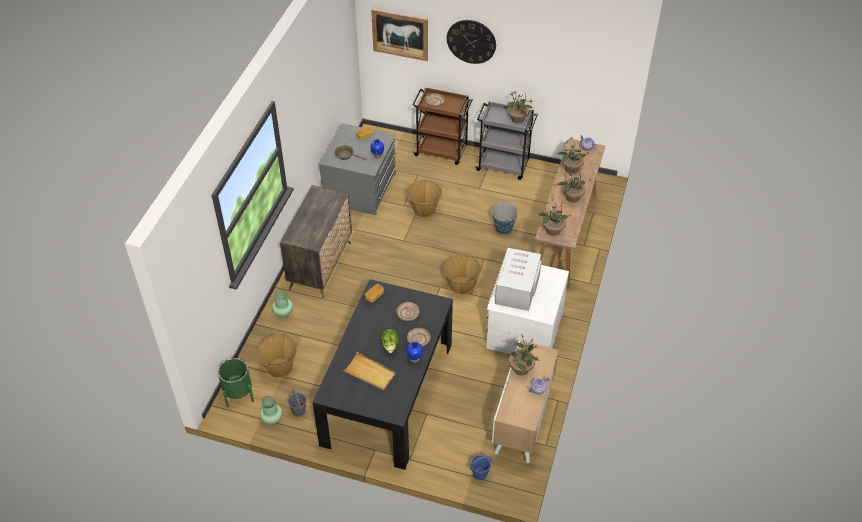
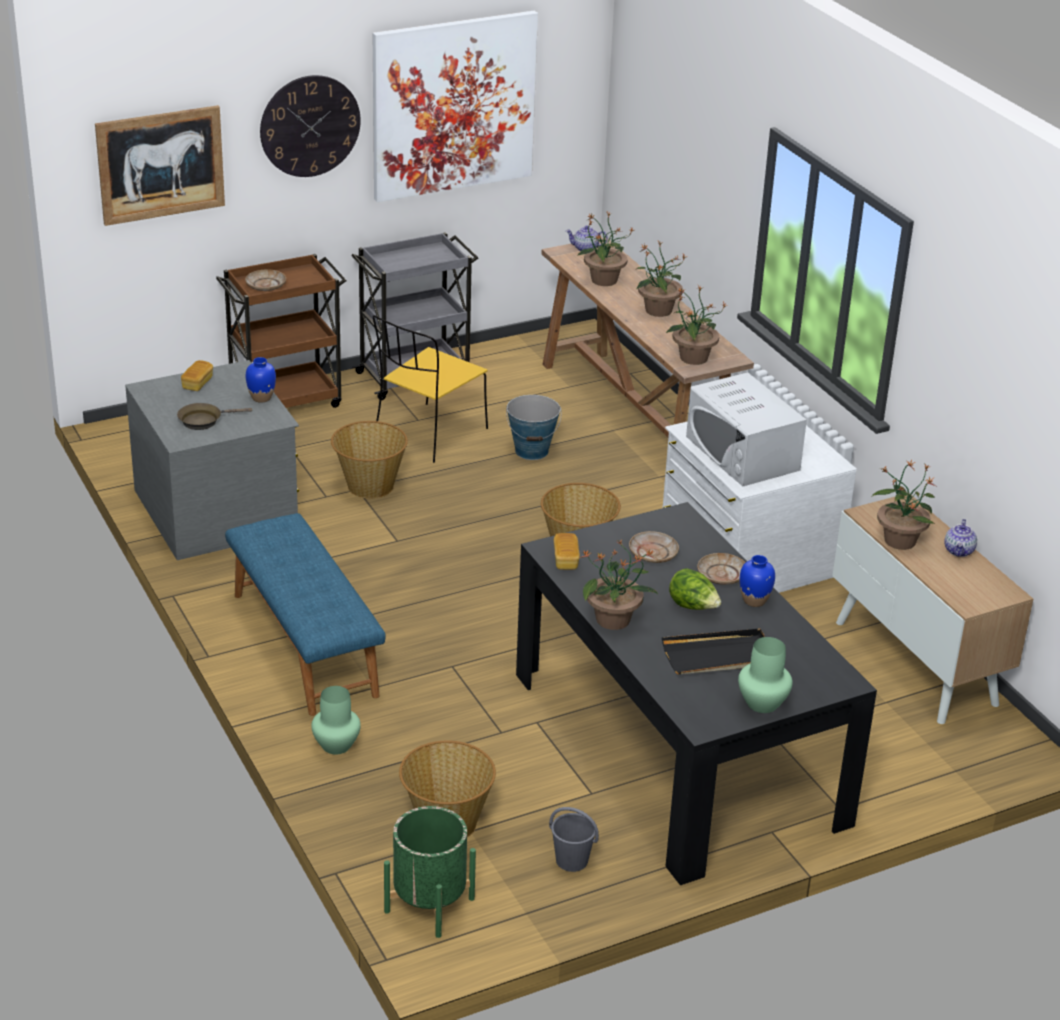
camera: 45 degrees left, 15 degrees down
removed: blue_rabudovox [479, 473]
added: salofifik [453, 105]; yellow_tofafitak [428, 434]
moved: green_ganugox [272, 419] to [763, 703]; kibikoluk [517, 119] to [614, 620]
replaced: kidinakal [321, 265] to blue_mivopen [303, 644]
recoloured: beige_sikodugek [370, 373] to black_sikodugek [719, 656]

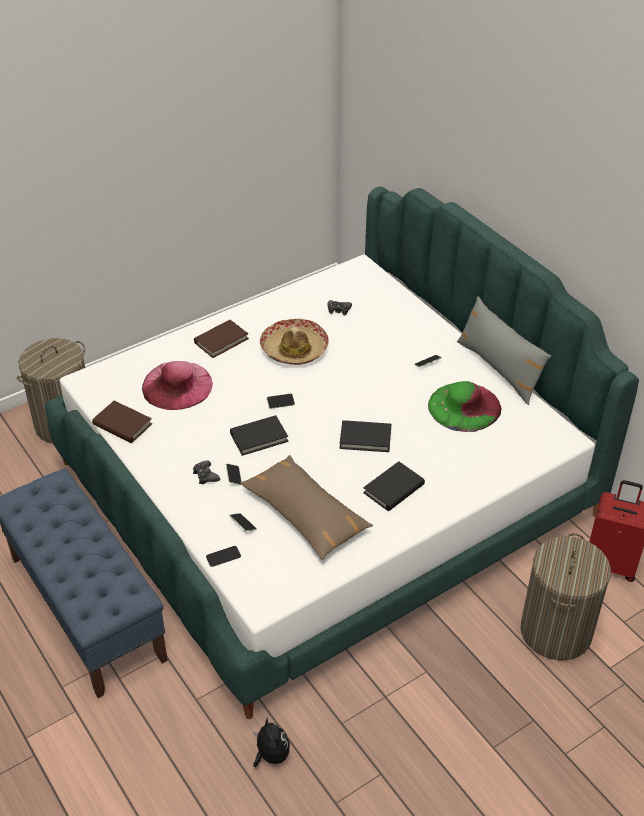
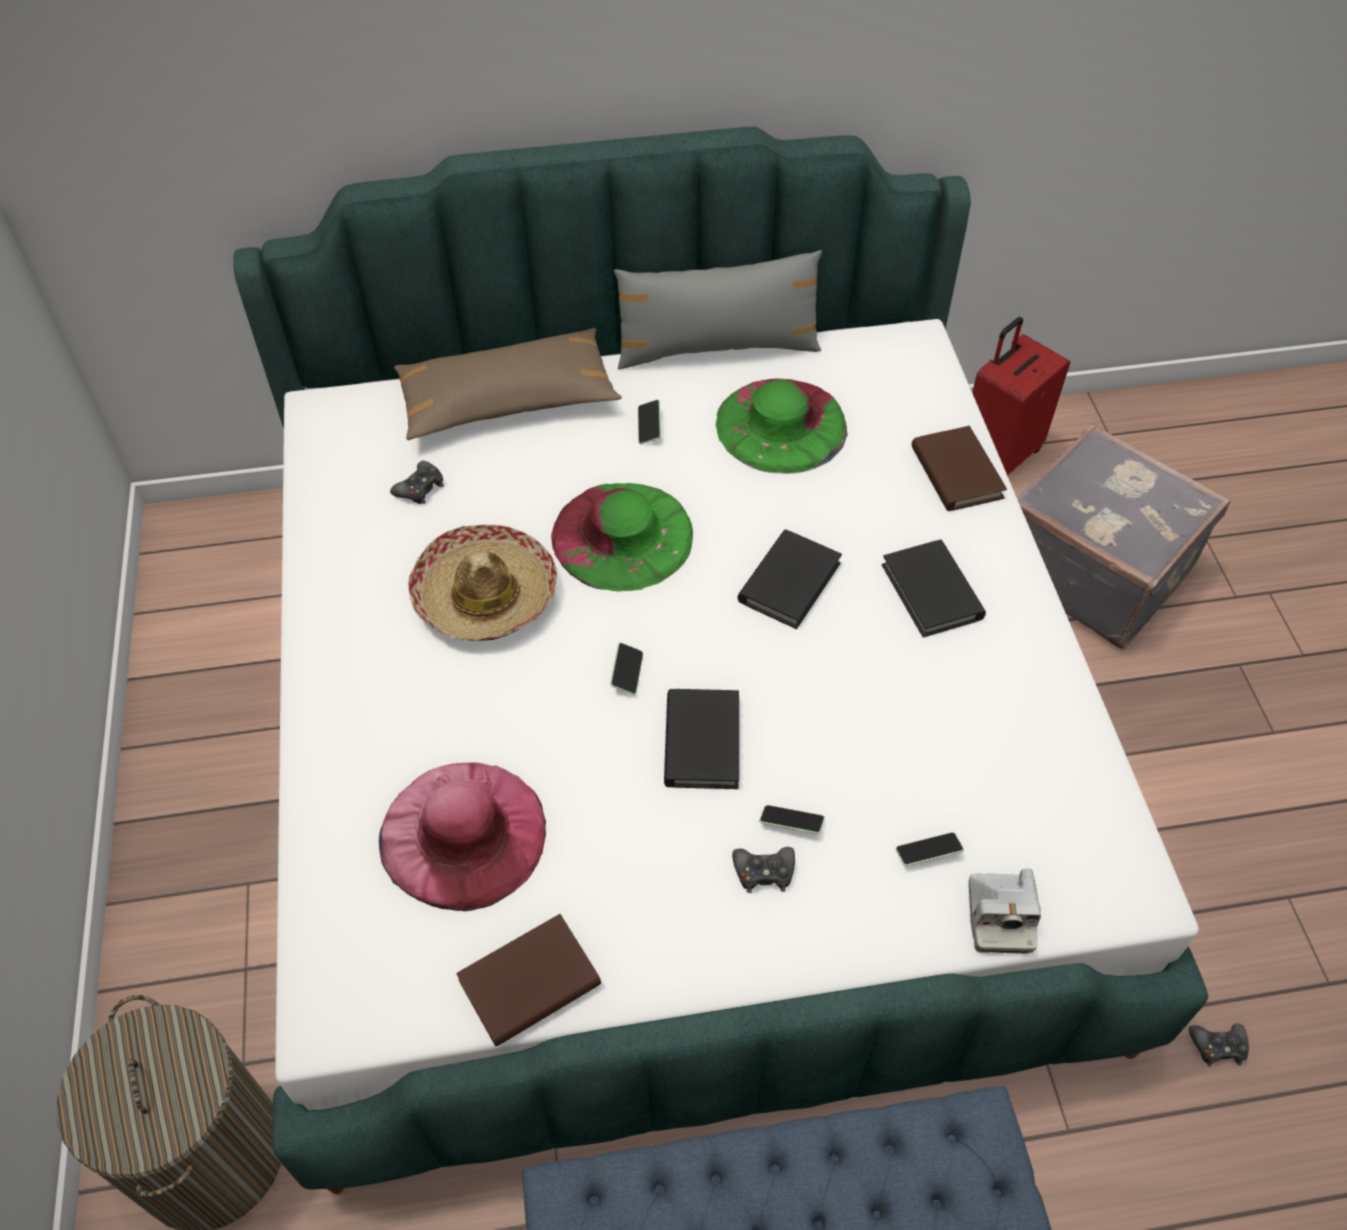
camera: 65 degrees left, 10 degrees up
added: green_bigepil [622, 535]
moved: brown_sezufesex [221, 341] to [956, 473]; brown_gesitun [305, 514] to [507, 400]
replaced: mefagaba [223, 557] to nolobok [999, 916]; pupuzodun [271, 755] to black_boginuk [1218, 1046]; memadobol [556, 631] to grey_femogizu [1093, 569]

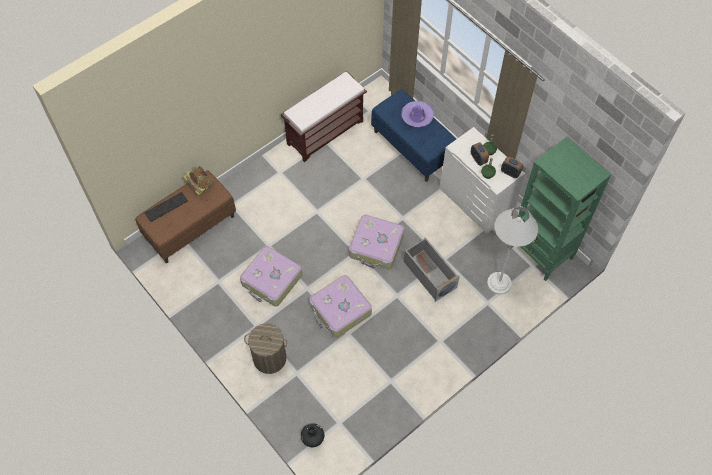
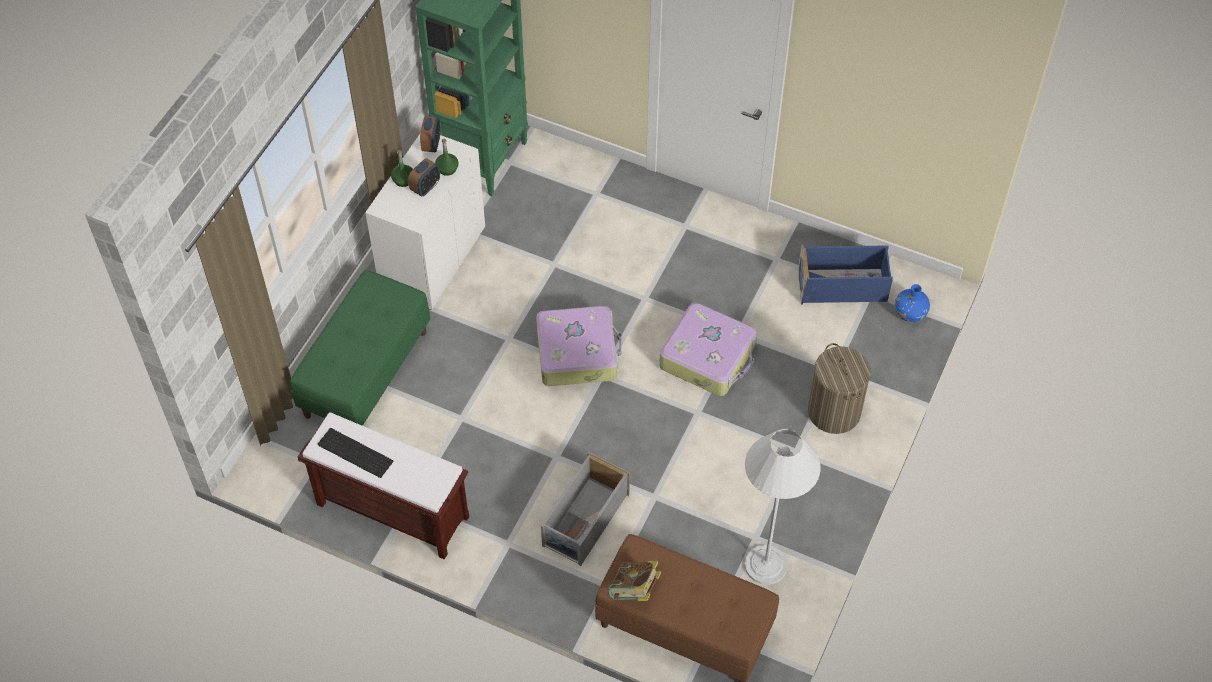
camera: 115 degrees left, 5 degrees down
removed: femogizu [272, 280]; purple_bigepil [417, 116]
added: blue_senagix [843, 286]
moved: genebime [166, 206] to [353, 453]; grey_senagix [429, 274] to [585, 520]; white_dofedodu [499, 283] to [765, 565]
recoloured: black_ganugox [312, 438] to blue_ganugox [910, 313]; blue_mivopen [413, 147] to green_mivopen [366, 373]

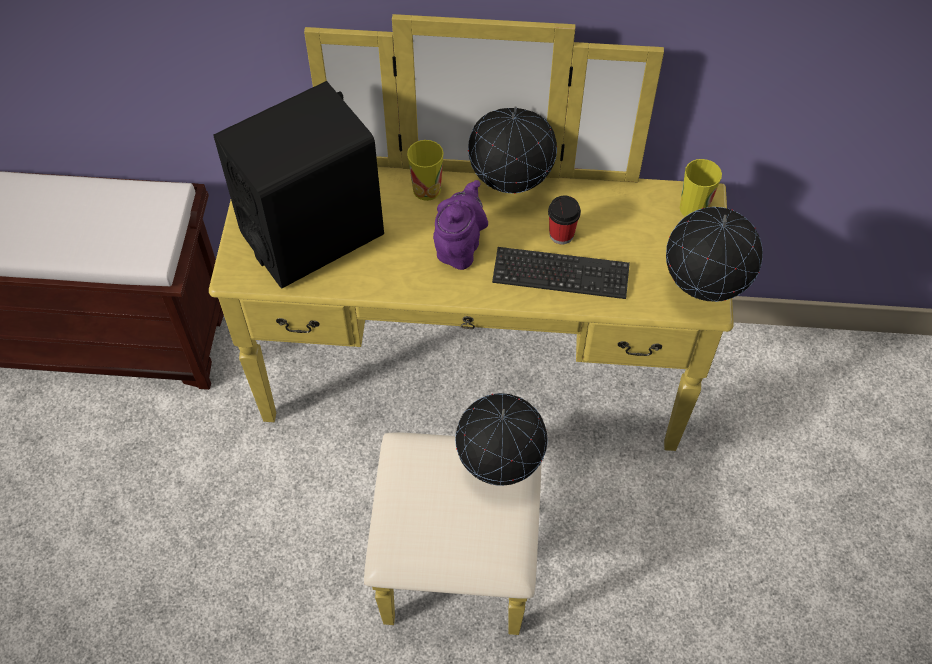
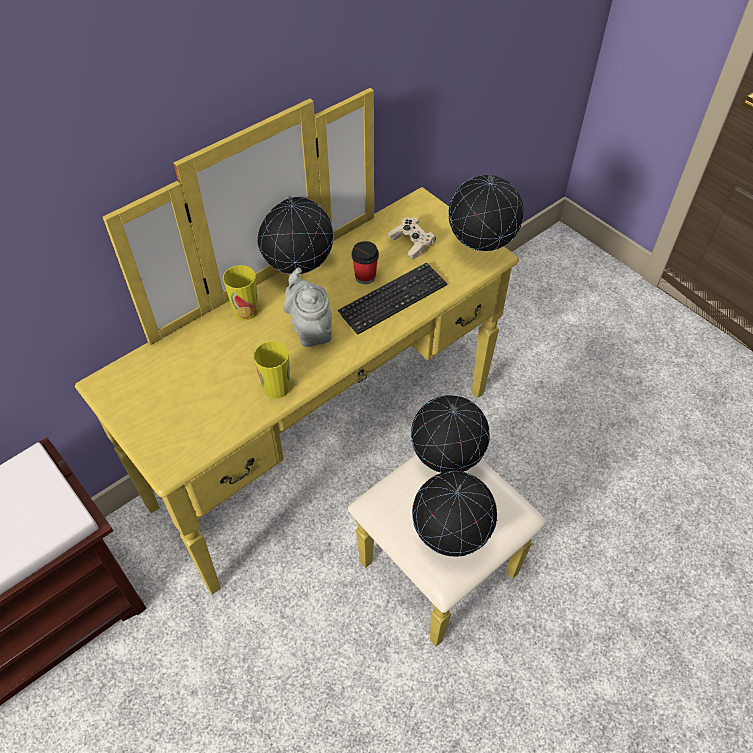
camera: 45 degrees left, 5 degrees down
removed: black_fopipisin [313, 234]
added: beige_boginuk [412, 243]; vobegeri [450, 537]
moved: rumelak [693, 208] to [276, 387]
recoloured: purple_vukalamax [459, 247] to grey_vukalamax [310, 329]

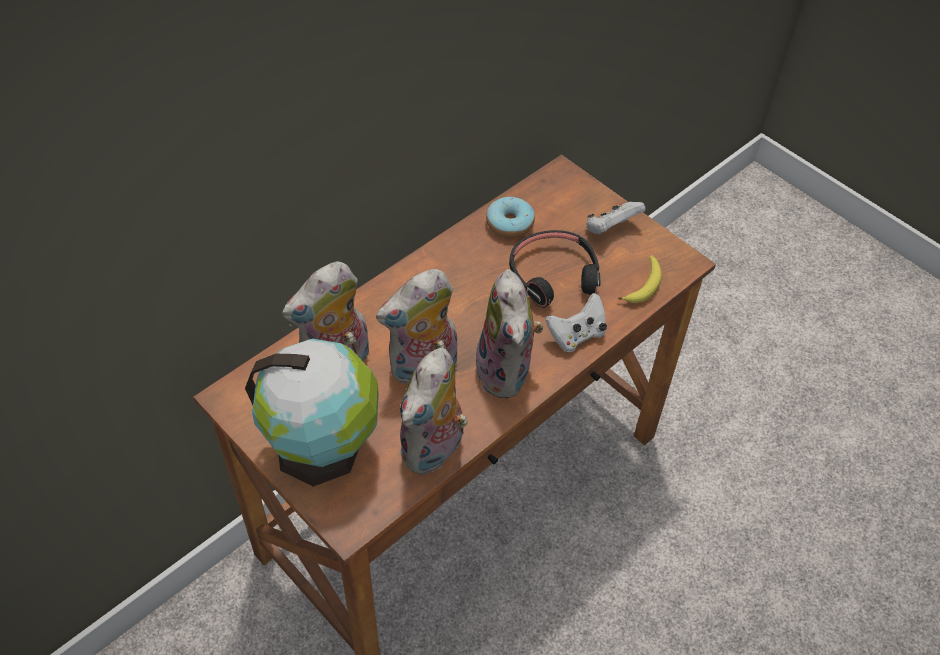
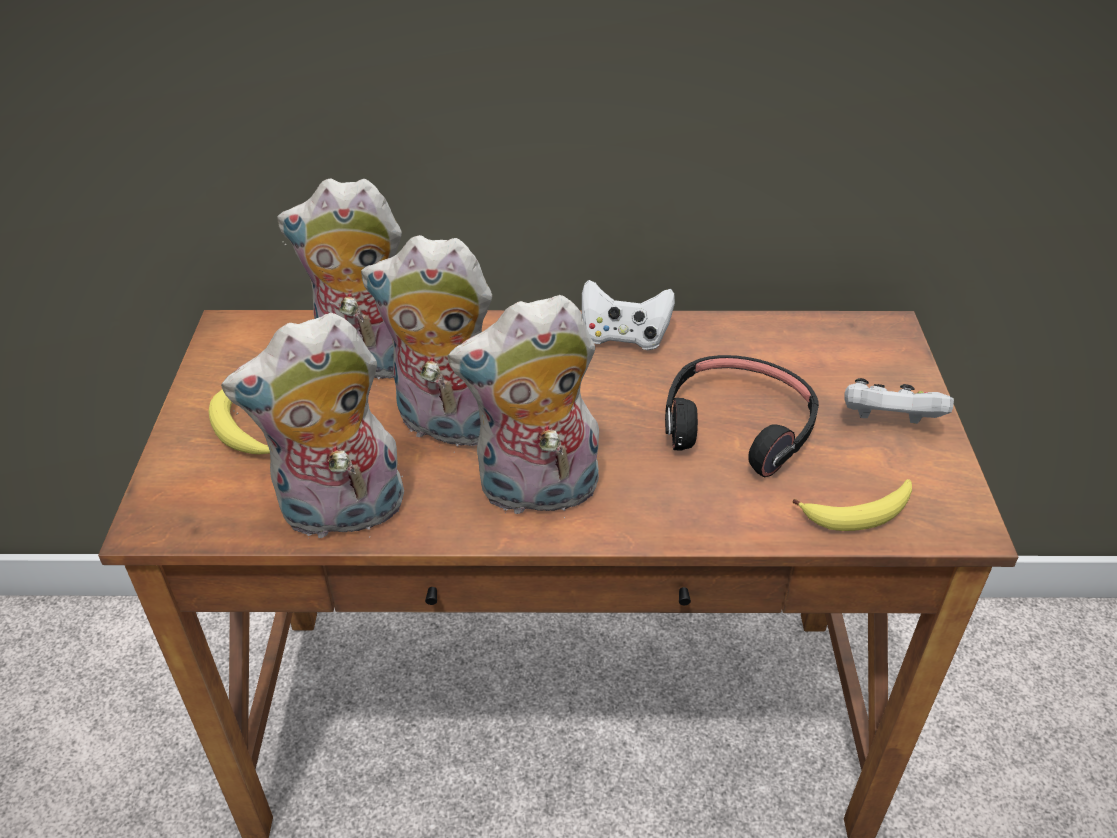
camera: 45 degrees right, 10 degrees down
removed: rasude [509, 224]
moved: white_boginuk [576, 335] to [624, 337]
replaced: vobegeri [323, 448] to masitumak [240, 431]
turned: pupuzodun [507, 373] = [536, 493] 45 degrees clockwise

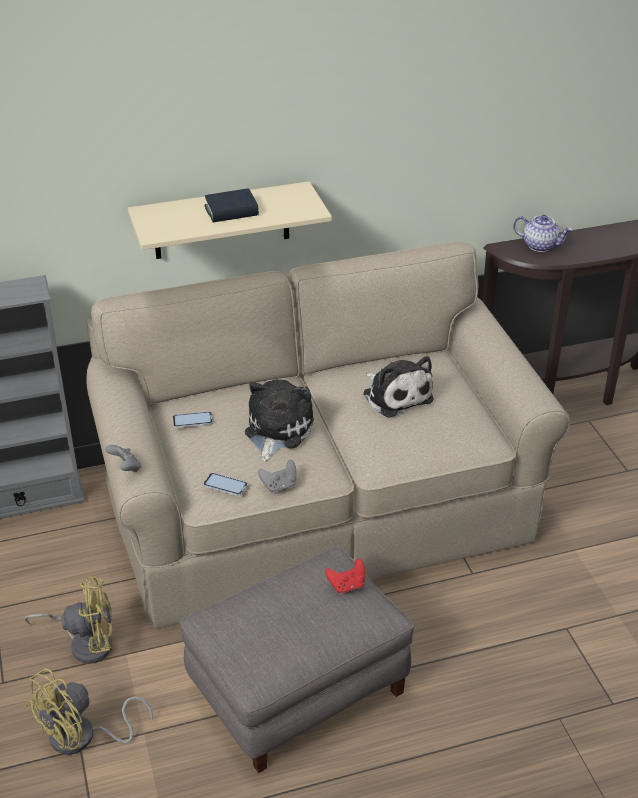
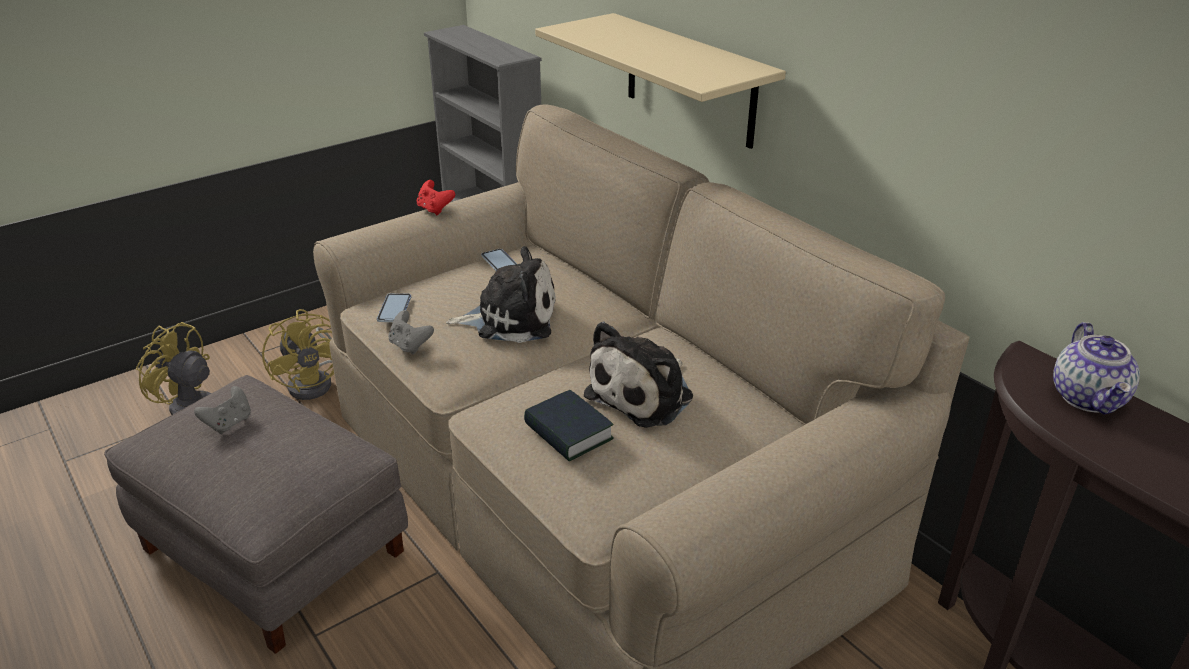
camera: 70 degrees right, 5 degrees down
moved: grey_boginuk [126, 468] to [229, 423]; sezufesex [231, 211] to [568, 432]; red_boginuk [347, 585] to [435, 209]

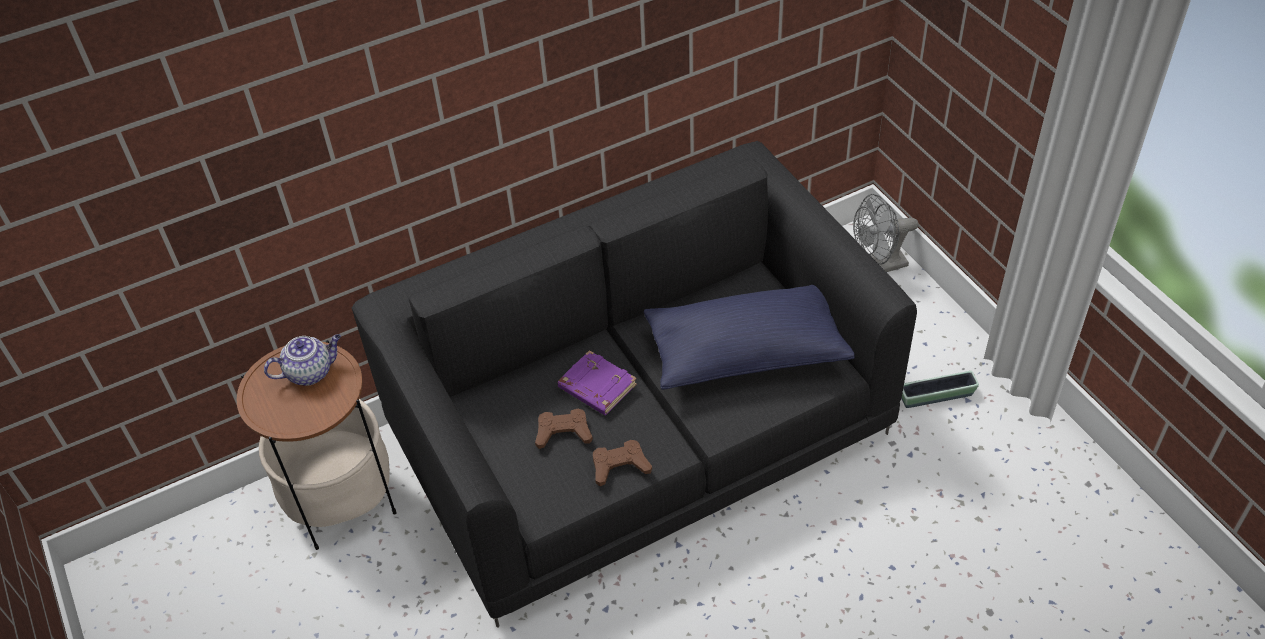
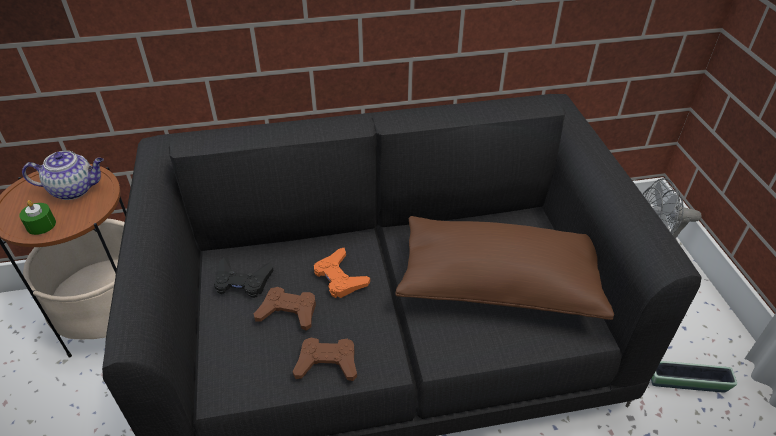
camera: 15 degrees right, 5 degrees down
added: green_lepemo [41, 225]; black_boginuk [242, 281]
replaced: purple_sezufesex [596, 387] to orange_boginuk [340, 277]
recoloured: blue_gesitun [746, 352] to brown_gesitun [499, 284]

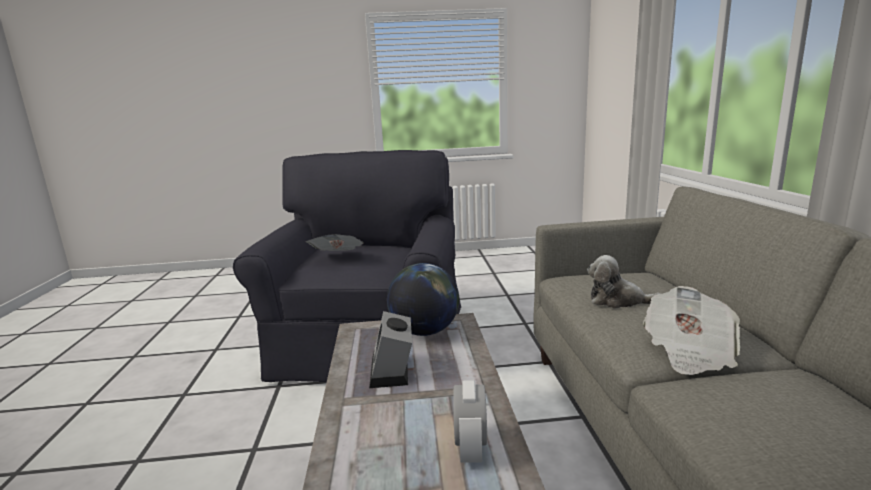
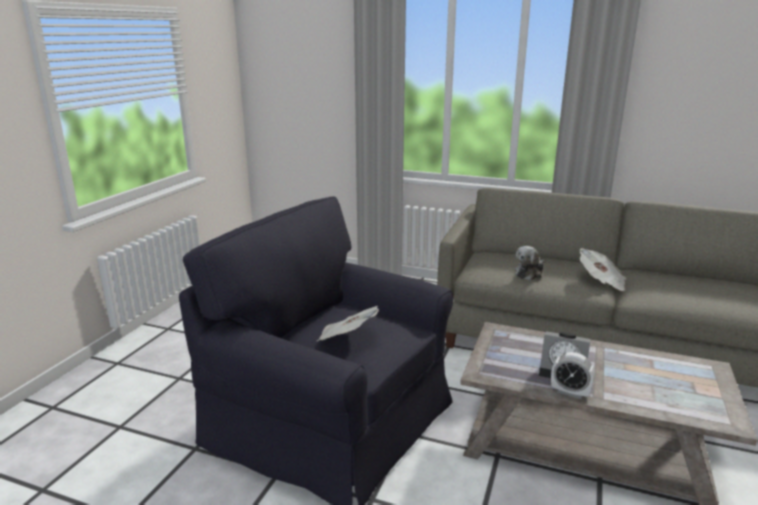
camera: 65 degrees left, 5 degrees up
removed: vobegeri [424, 331]
moved: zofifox [471, 449] to [570, 392]

